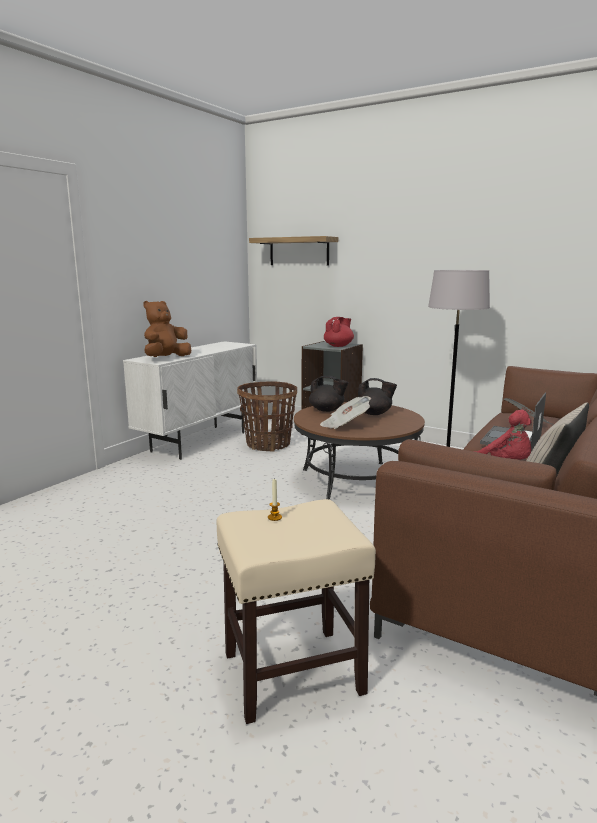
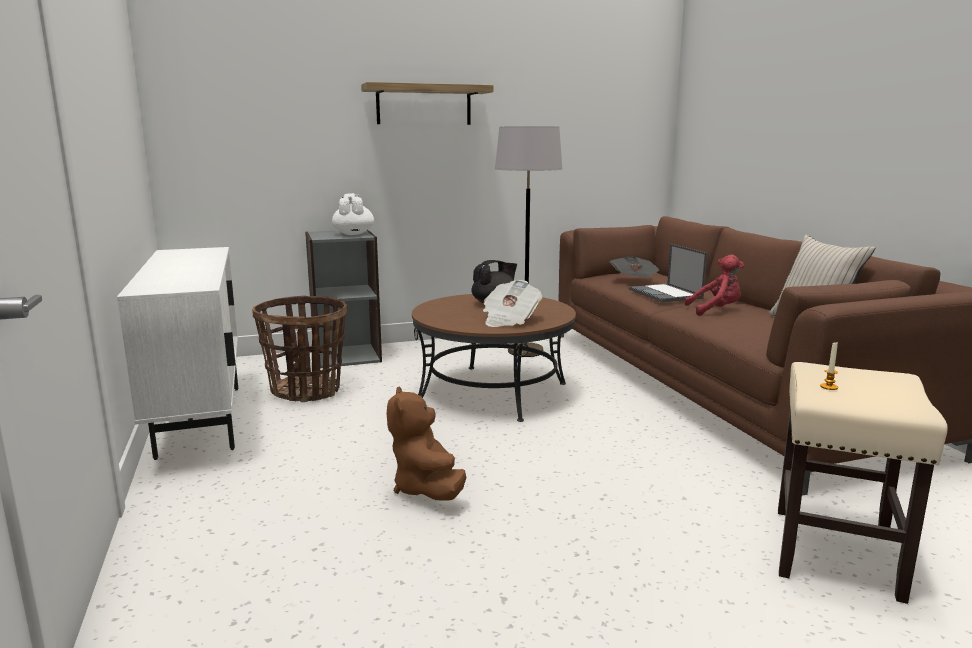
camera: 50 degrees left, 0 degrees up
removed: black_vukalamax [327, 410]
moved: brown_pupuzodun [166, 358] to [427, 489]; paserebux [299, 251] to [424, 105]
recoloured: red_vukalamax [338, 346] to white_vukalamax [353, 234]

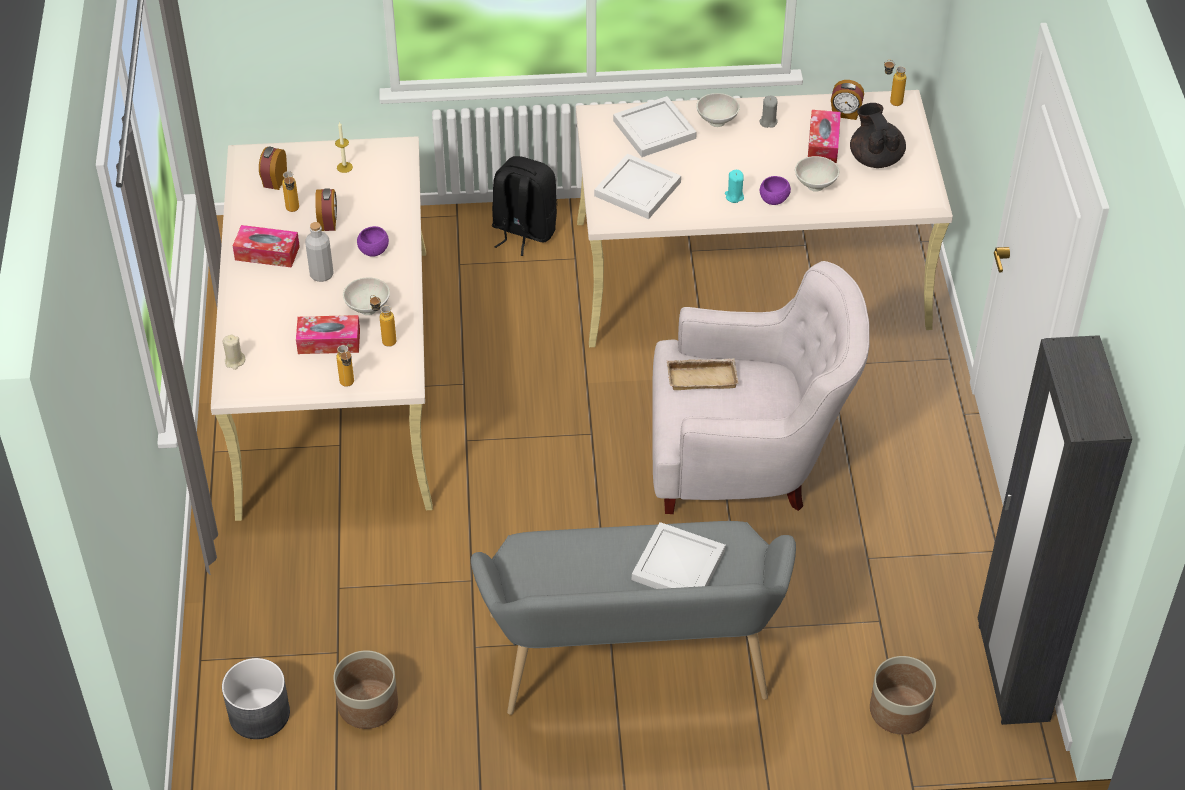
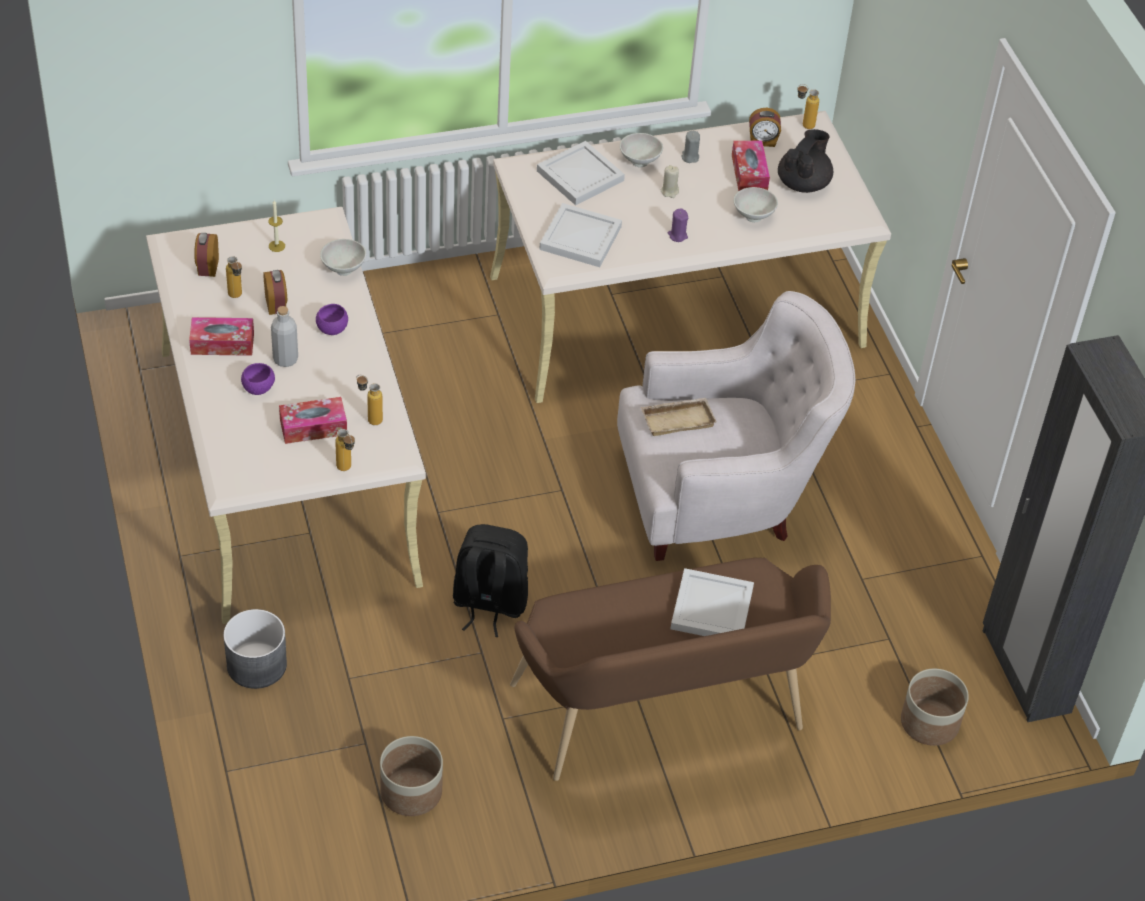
camera: 15 degrees left, 0 degrees up
moved: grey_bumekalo [259, 713] to [257, 664]; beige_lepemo [234, 361] to [669, 191]; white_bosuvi [366, 309] to [342, 270]; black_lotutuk [523, 231] to [489, 603]; purple_bosuvi [774, 199] to [258, 388]
recoloured: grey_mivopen [632, 667] to brown_mivopen [664, 716]; turquoise_lepemo [734, 196] to purple_lepemo [677, 235]
turned: black_vukalamax [875, 158] = [803, 183] 60 degrees clockwise

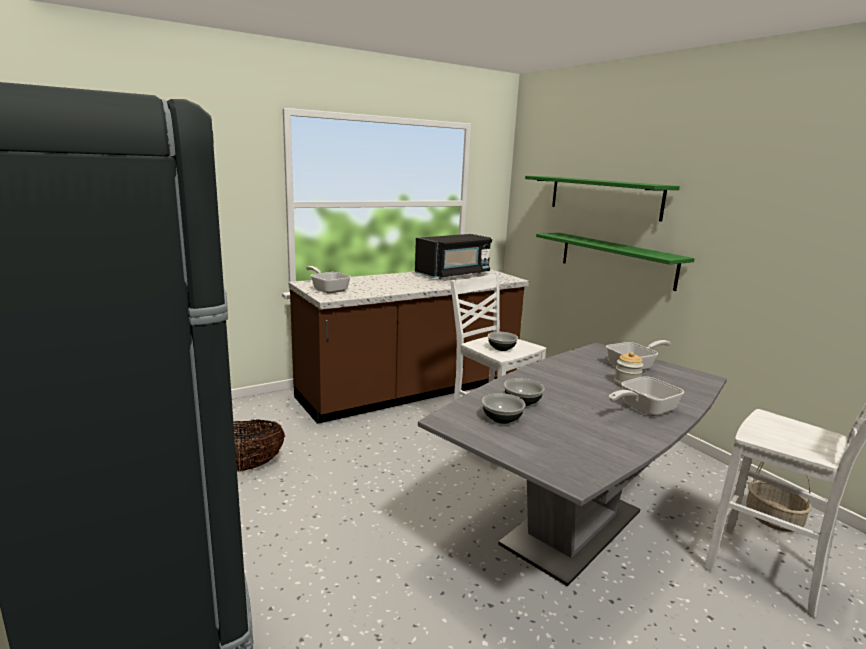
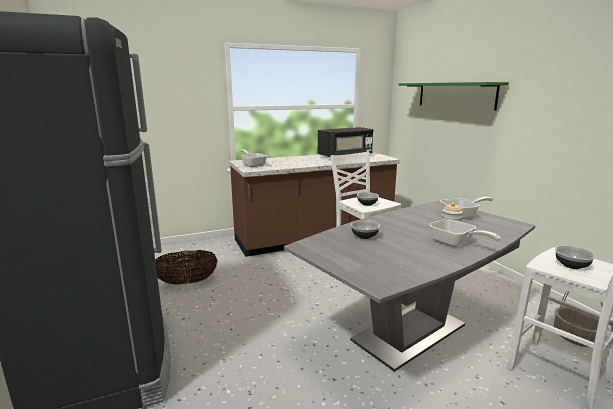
camera: 10 degrees right, 0 degrees up
removed: green_paserebux [616, 259]
moved: bosuvi [501, 419] to [571, 265]
turned: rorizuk [643, 409] = [455, 243] 105 degrees counterclockwise

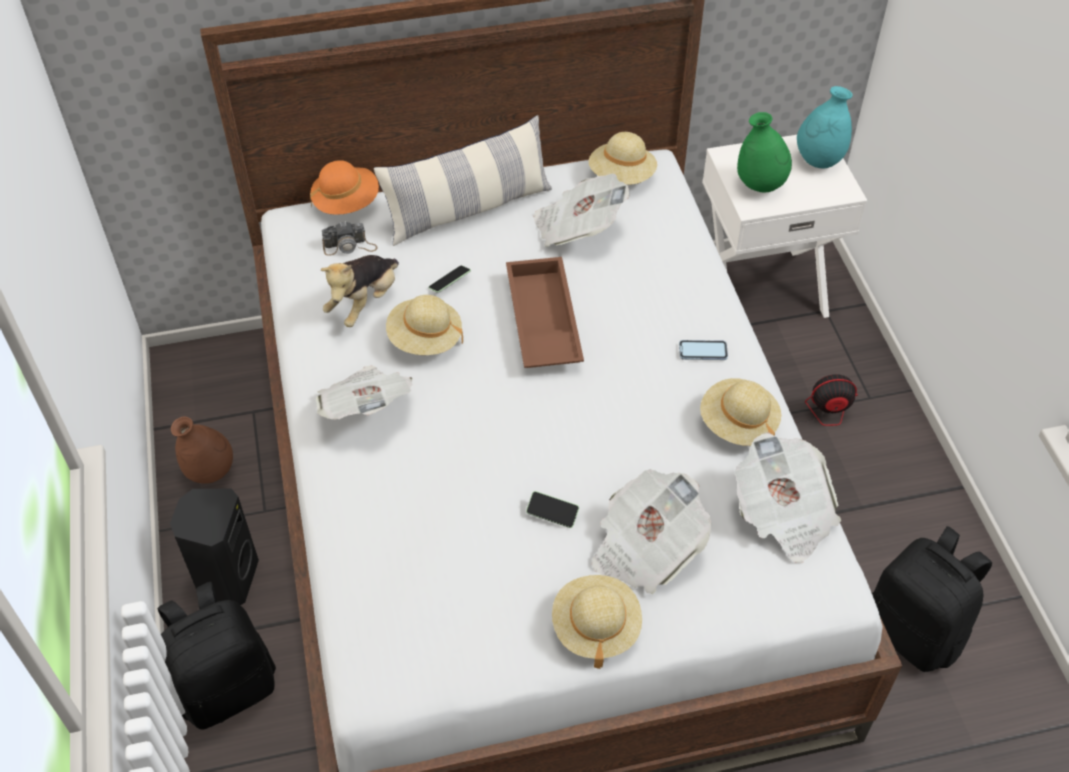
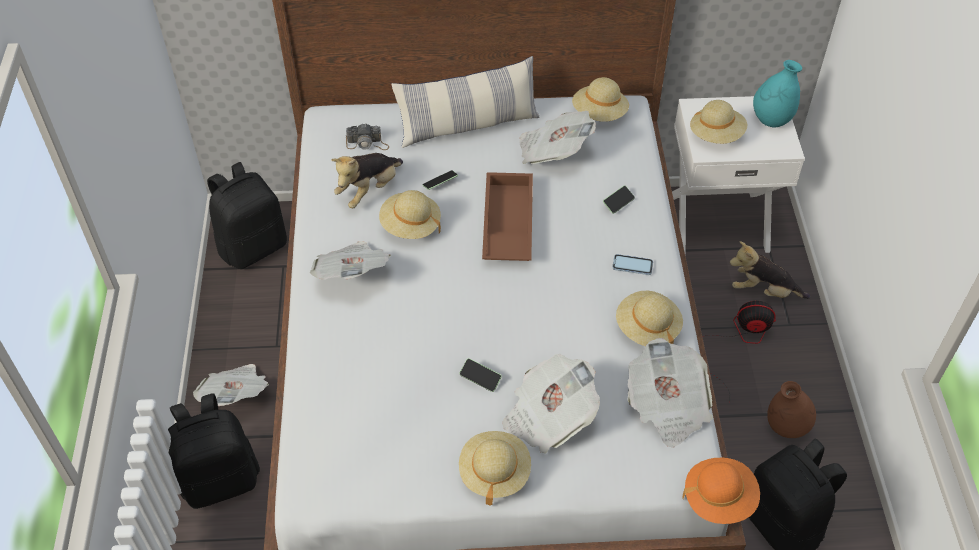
camera: 10 degrees right, 0 degrees up
added: black_lotutuk [253, 246]; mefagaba [618, 203]; pupuzodun [763, 291]
moved: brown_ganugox [210, 472] to [786, 427]; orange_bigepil [346, 202] to [719, 498]
replaced: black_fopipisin [226, 579] to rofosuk [236, 395]; green_ganugox [760, 185] to beige_bigepil [716, 135]

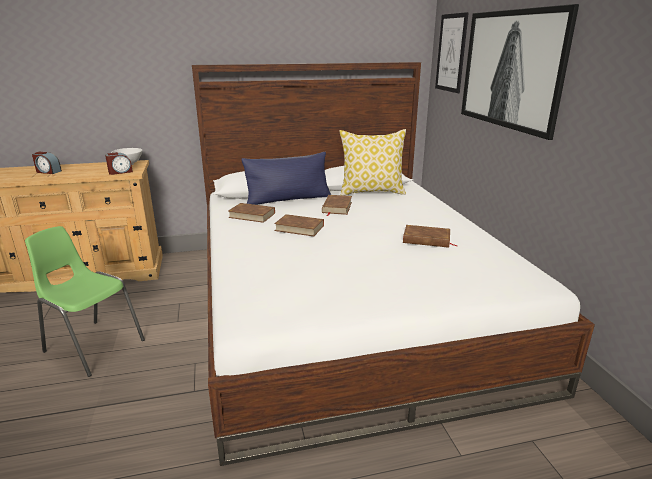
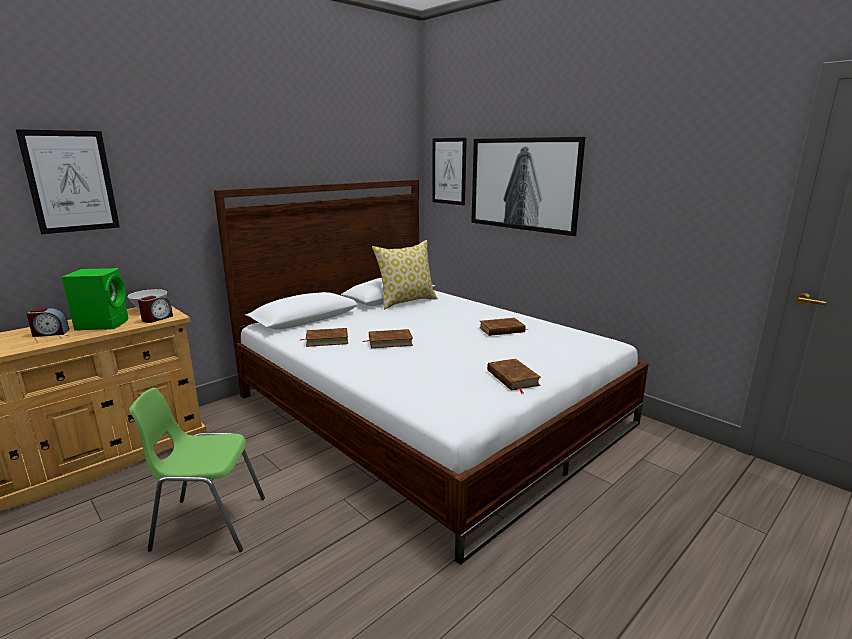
camera: 30 degrees left, 5 degrees down
removed: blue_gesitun [288, 199]
added: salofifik [71, 181]; green_fopipisin [104, 324]
moved: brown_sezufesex [336, 207] to [512, 378]

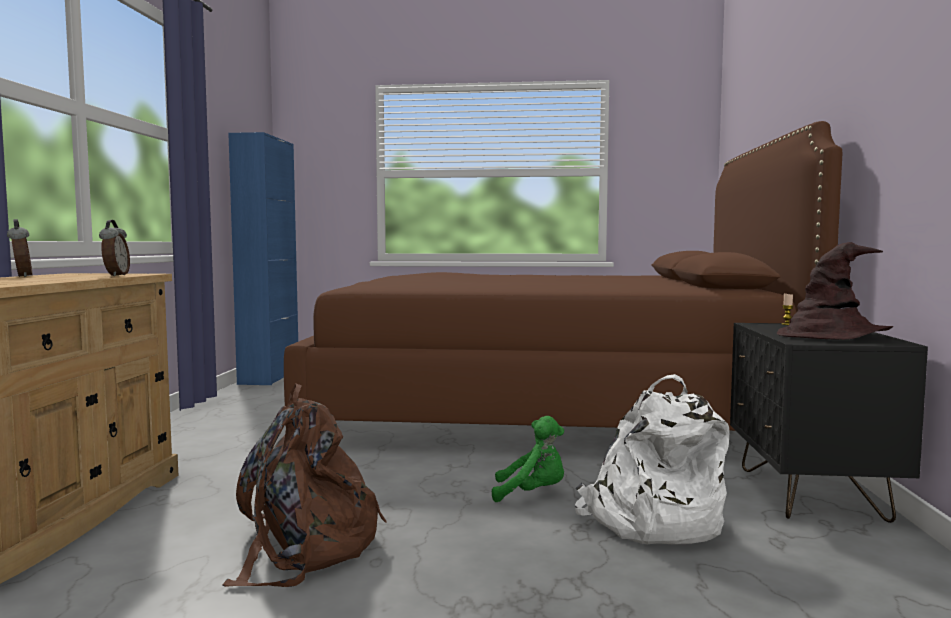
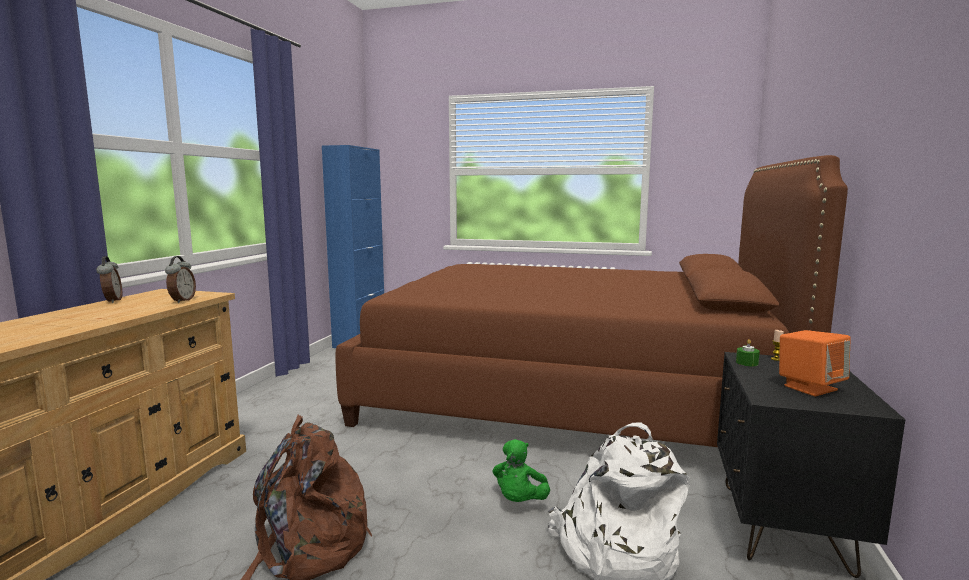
camera: 10 degrees right, 5 degrees up
added: green_lepemo [747, 363]
replaced: brown_bigepil [831, 335] to orange_fopipisin [810, 387]
turned: green_pupuzodun [532, 494] = [519, 501] 90 degrees clockwise

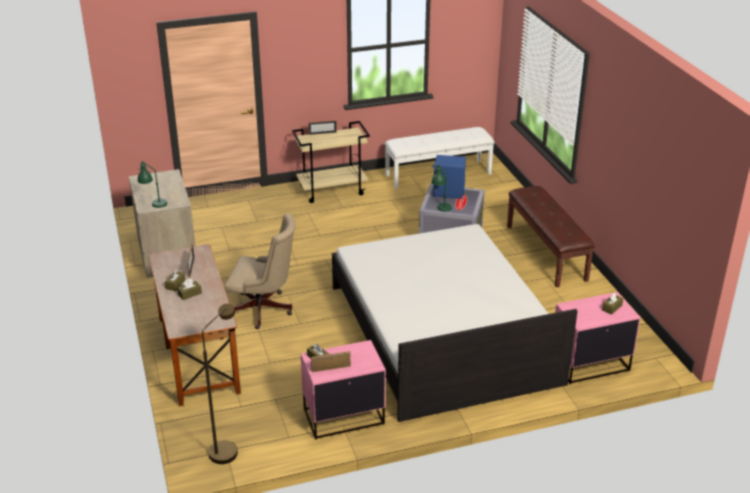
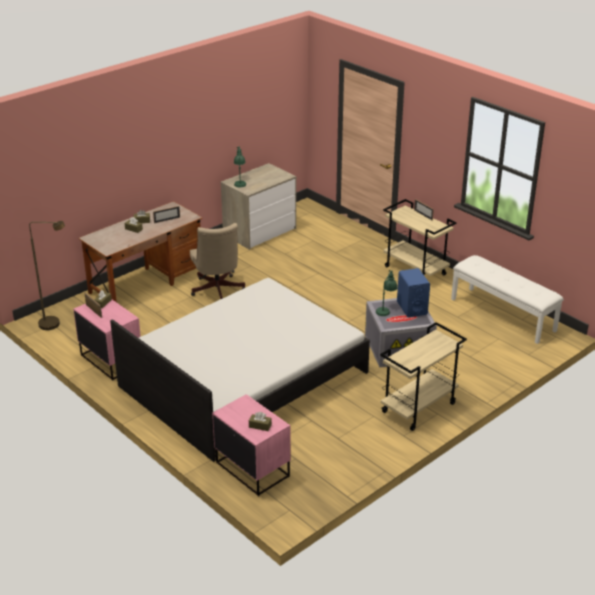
camera: 65 degrees right, 0 degrees up
replaced: brown_mivopen [546, 253] to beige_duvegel [418, 408]

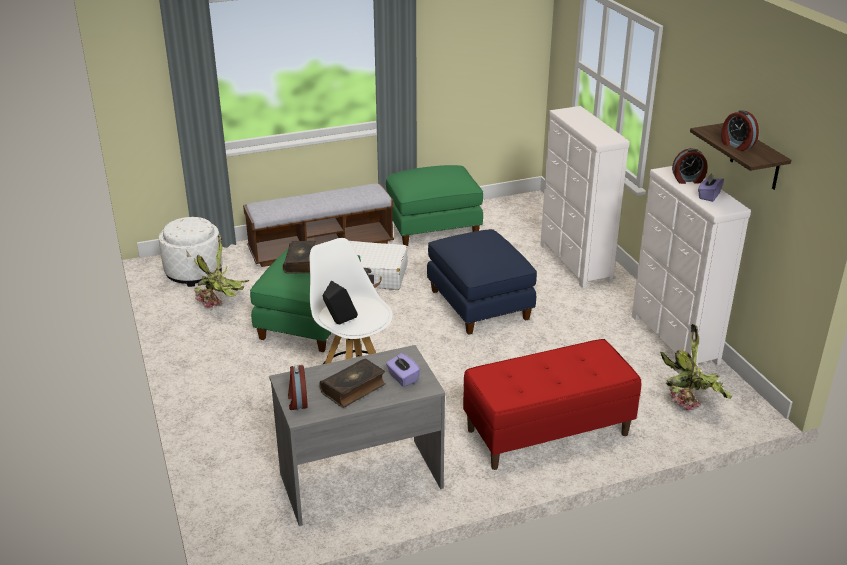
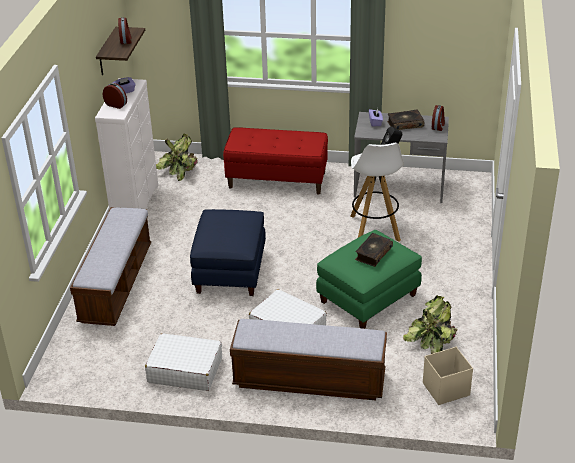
camera: 150 degrees left, 5 degrees up
replaced: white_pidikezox [194, 272] to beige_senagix [445, 389]; green_pidikezox [432, 227] to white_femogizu [185, 370]; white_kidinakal [574, 263] to mivopen [116, 284]

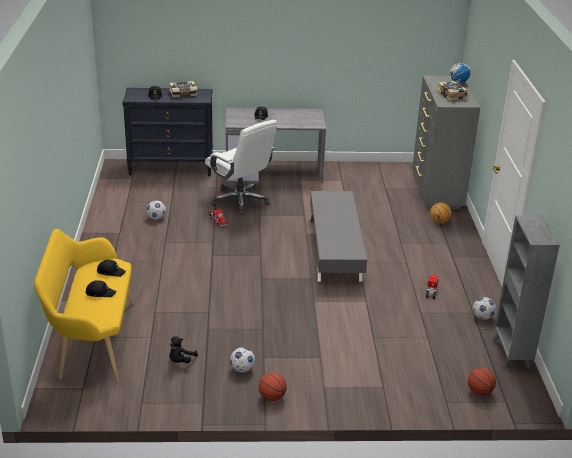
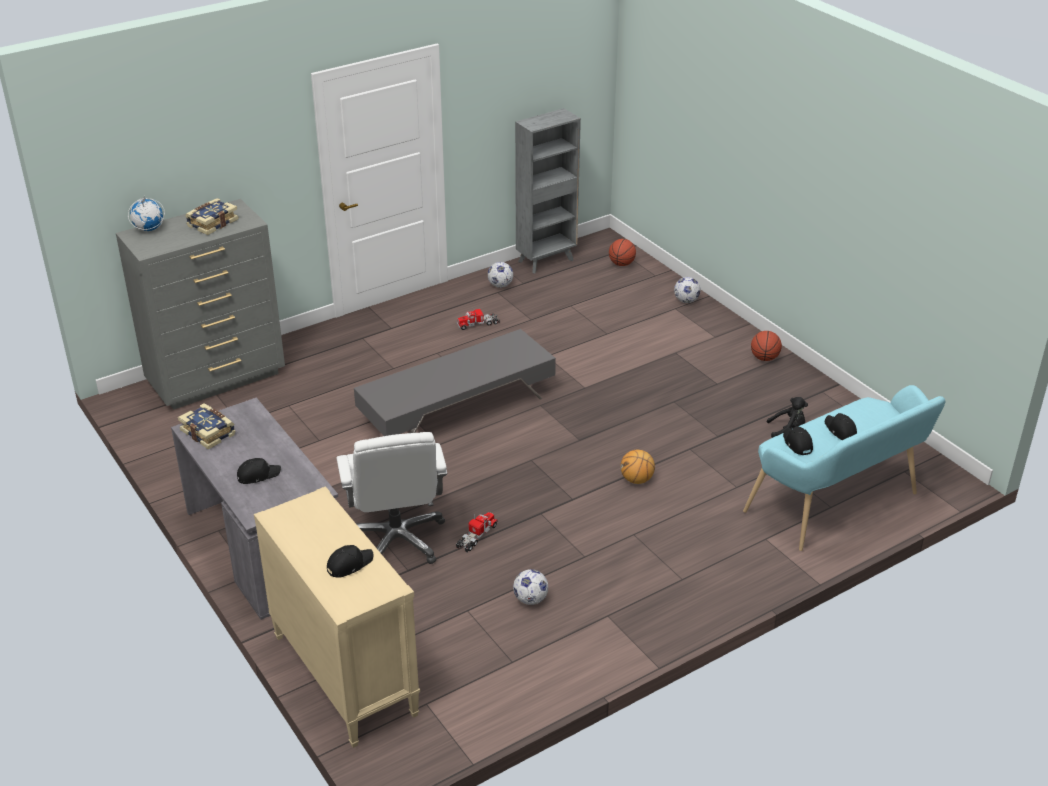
camera: 120 degrees left, 5 degrees up
moved: sezufesex [183, 94] to [209, 432]; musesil [242, 369] to [686, 301]; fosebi [439, 221] to [636, 480]
recoloured: yellow_mivopen [92, 340] to turquoise_mivopen [838, 506]; black_kidinakal [171, 168] to beige_kidinakal [343, 675]
turned: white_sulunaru [240, 200] = [397, 540] 150 degrees clockwise

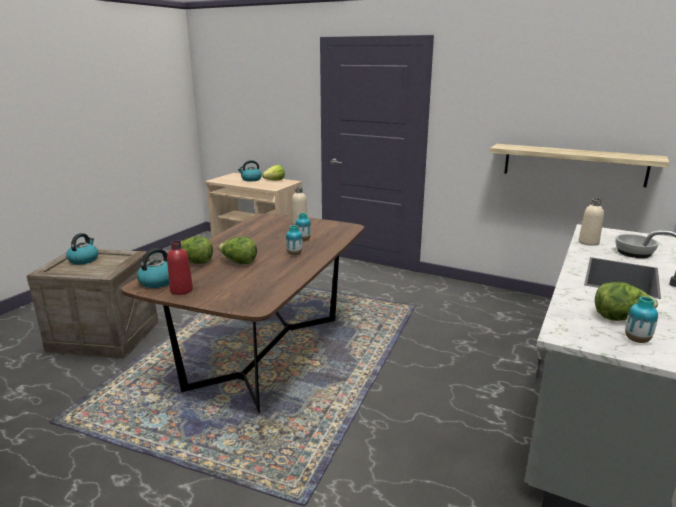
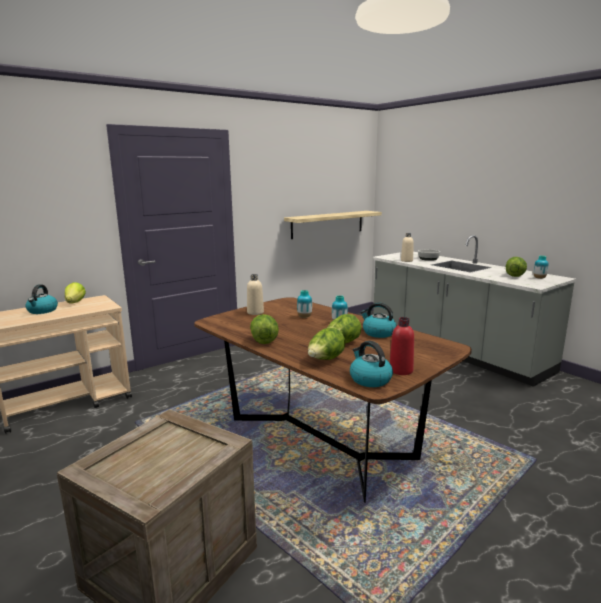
camera: 65 degrees left, 5 degrees down
added: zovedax [264, 340]
moved: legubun [84, 260] to [378, 333]

